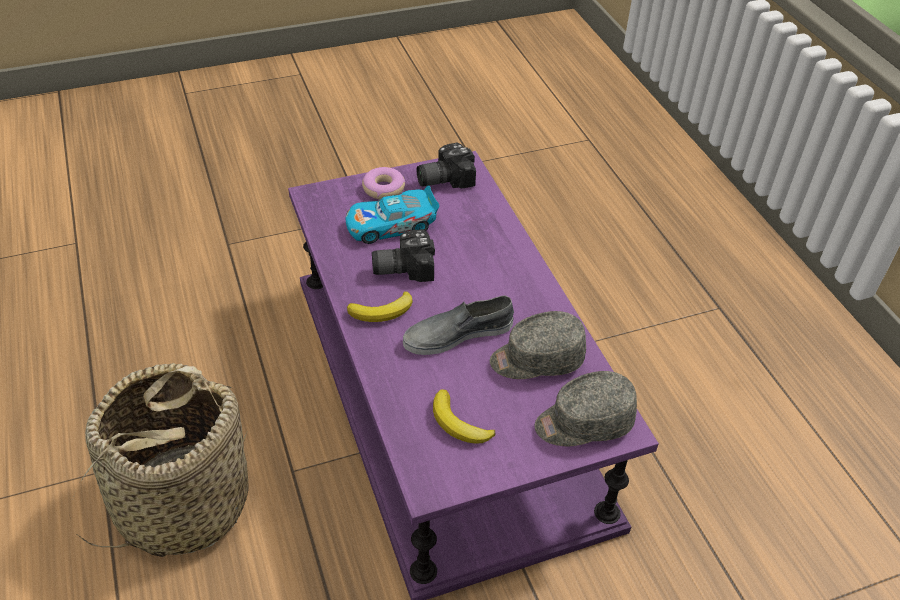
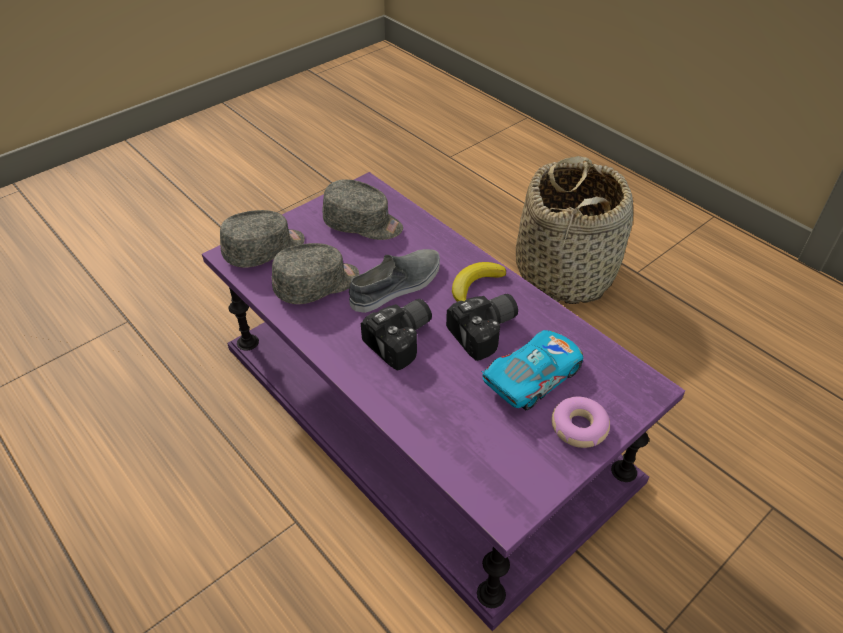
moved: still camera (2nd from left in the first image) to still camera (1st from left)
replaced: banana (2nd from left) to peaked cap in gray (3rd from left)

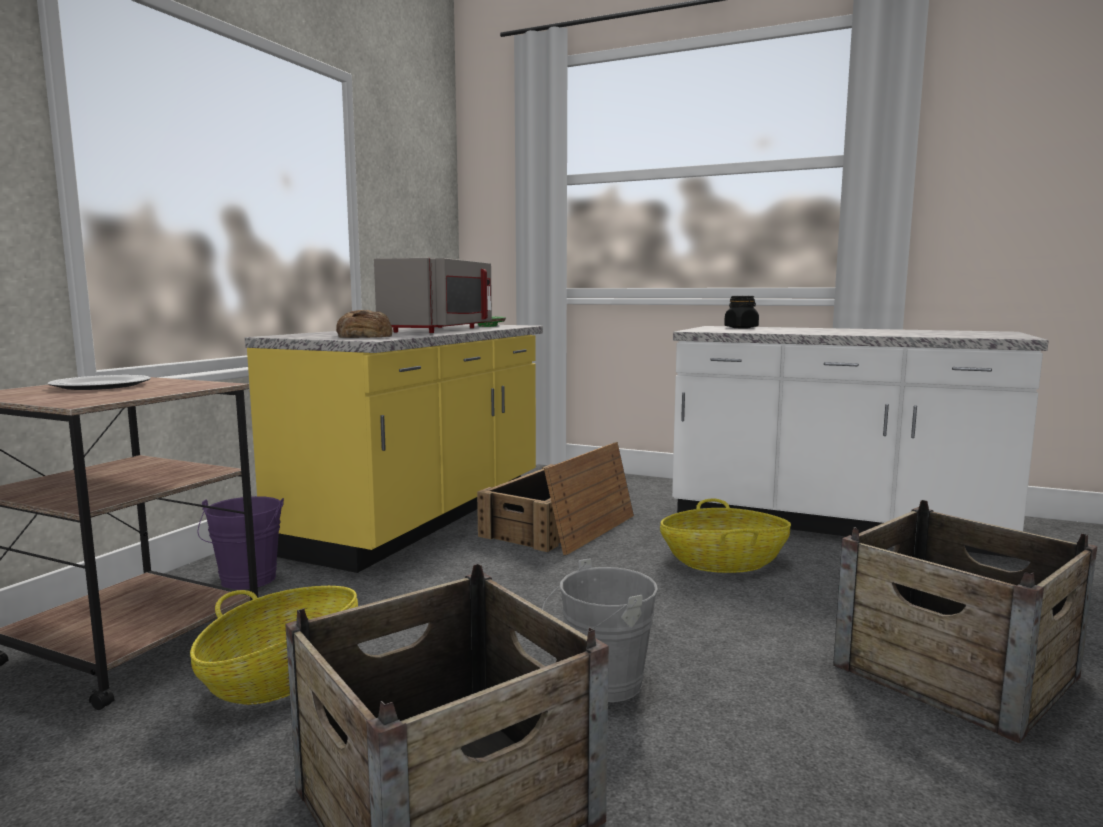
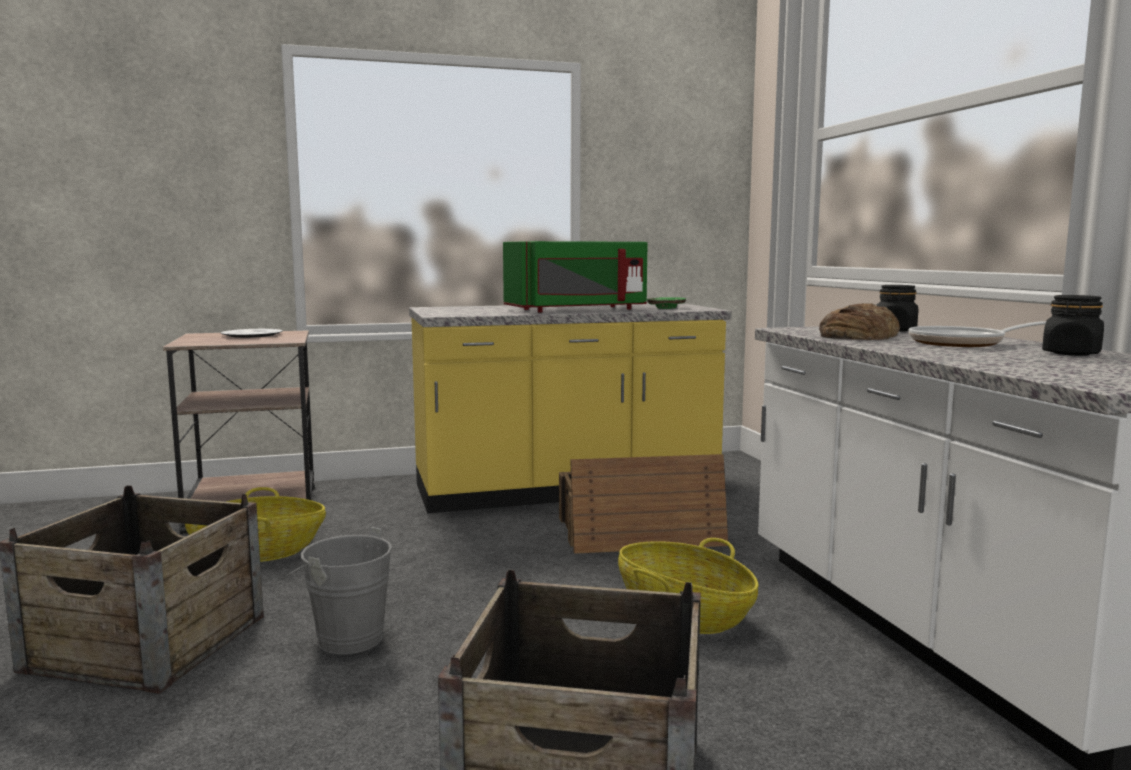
removed: bucket in purple
added: skillet; storage jar in black (2nd from left)
moved: baked bread
recoloured: microwave oven in gray to microwave oven in greenish

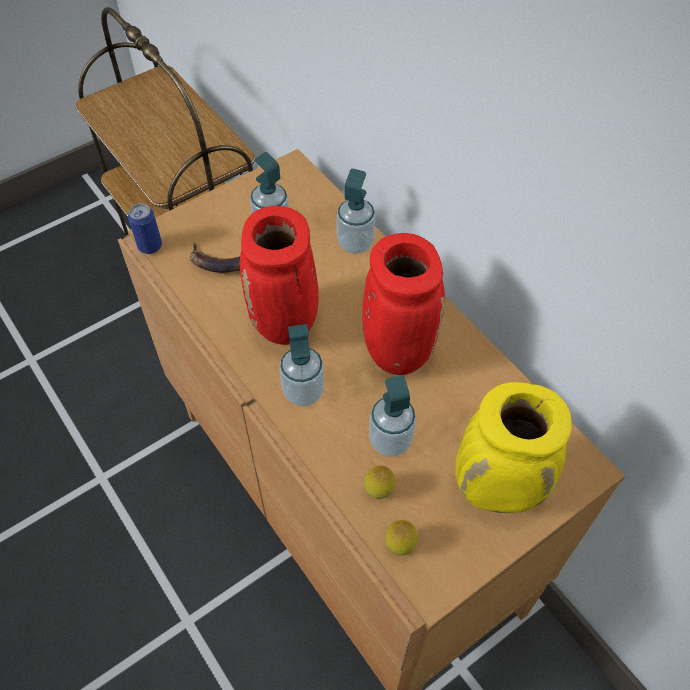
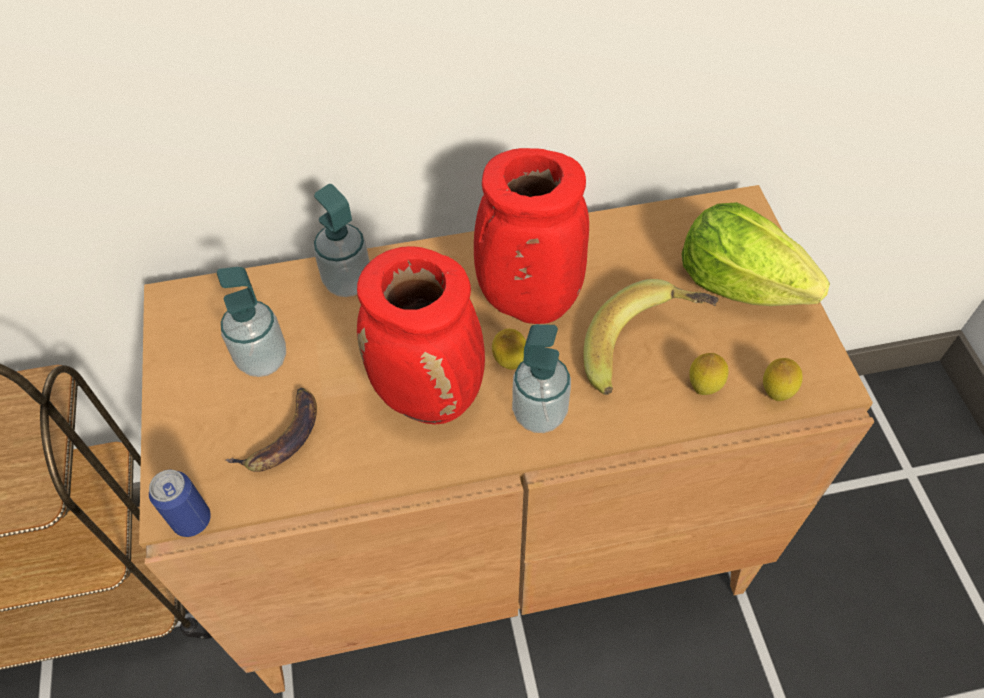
added: citrus fruit (1st from left)
replaced: soap dispenser (4th from left) to banana (2nd from left); decorative vase in yellow-coloured to head of lettuce

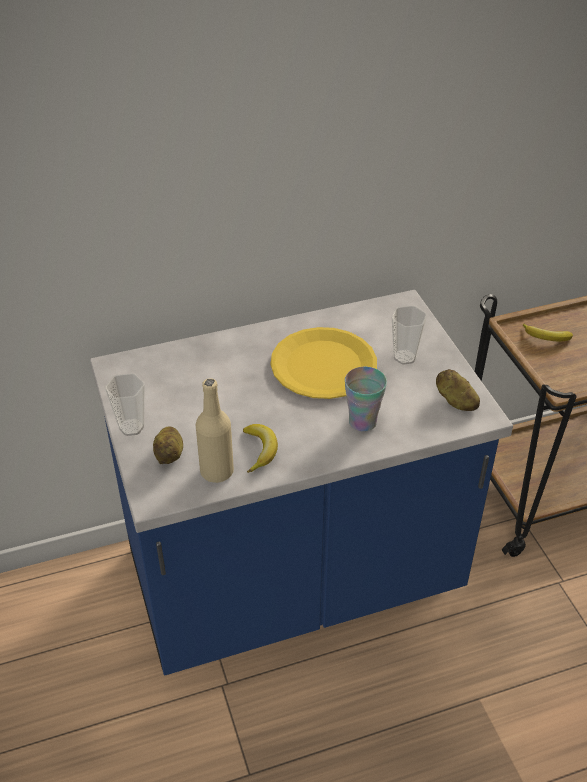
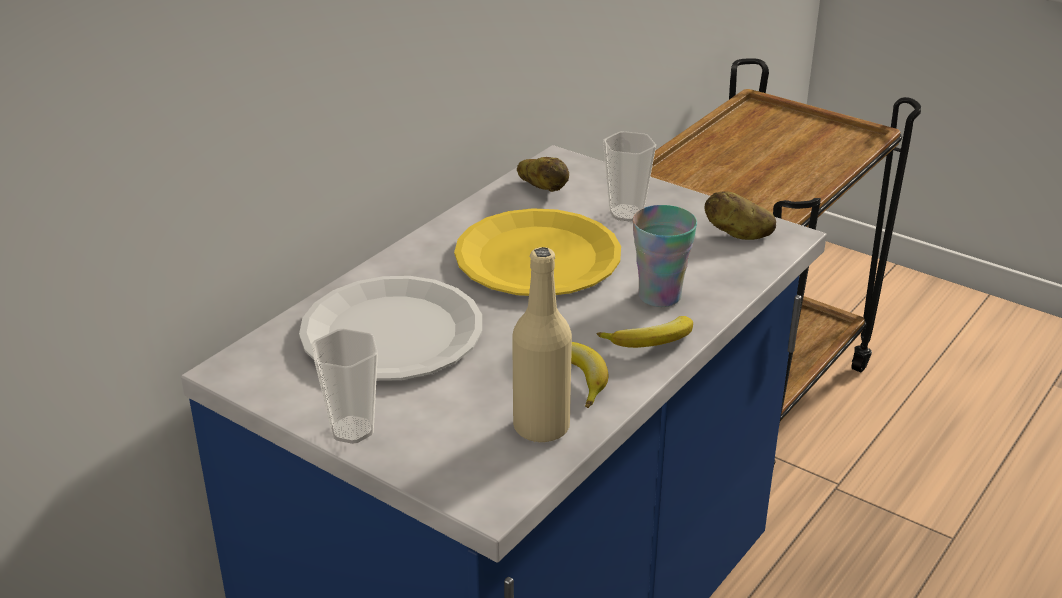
added: dinner plate in whitish
moved: spud (1st from left); banana (2nd from left)

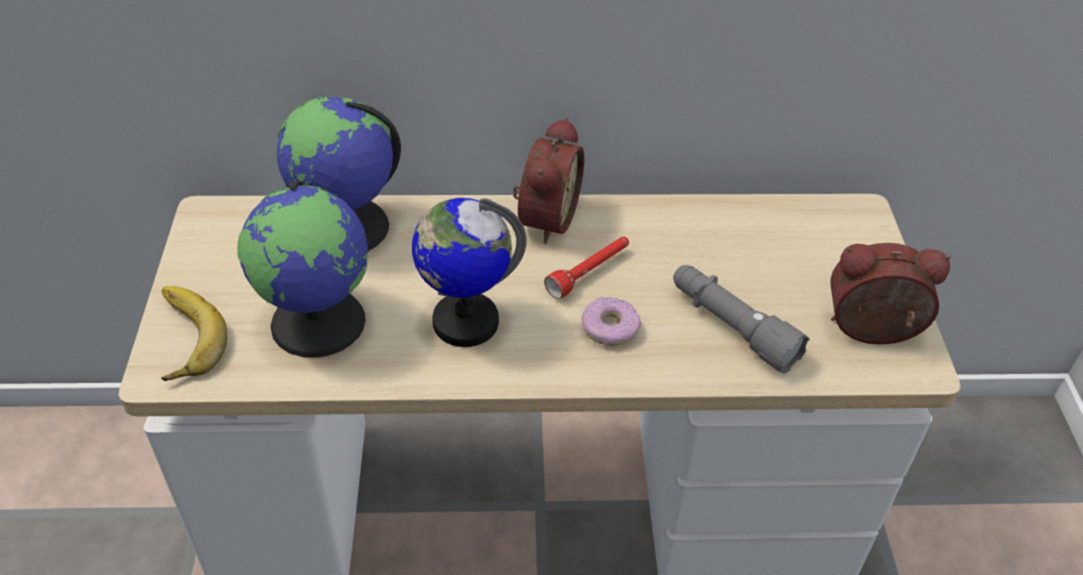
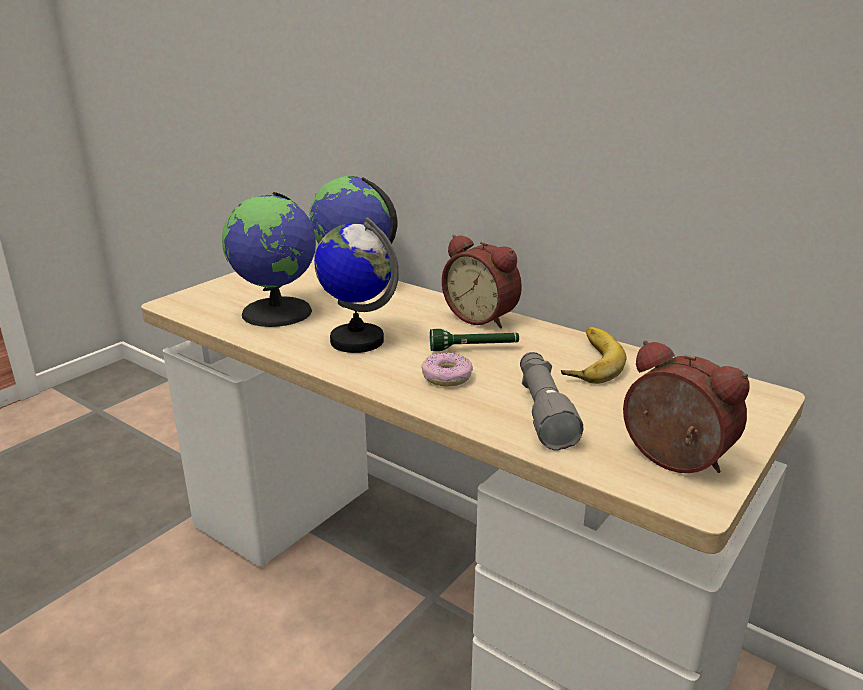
moved: banana
recoloured: torch in red-coloured to torch in greenish
turned: table clock (1st from left) 75 degrees clockwise

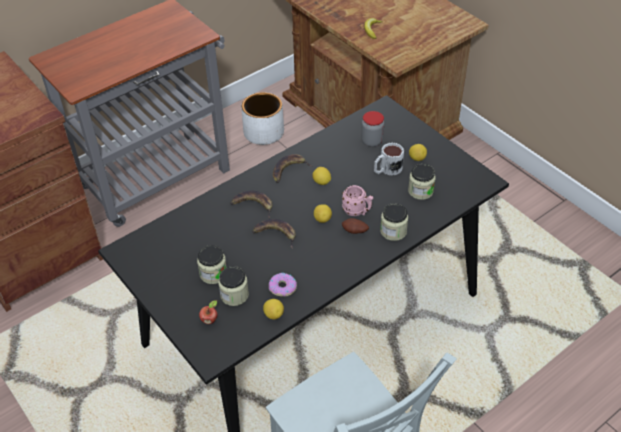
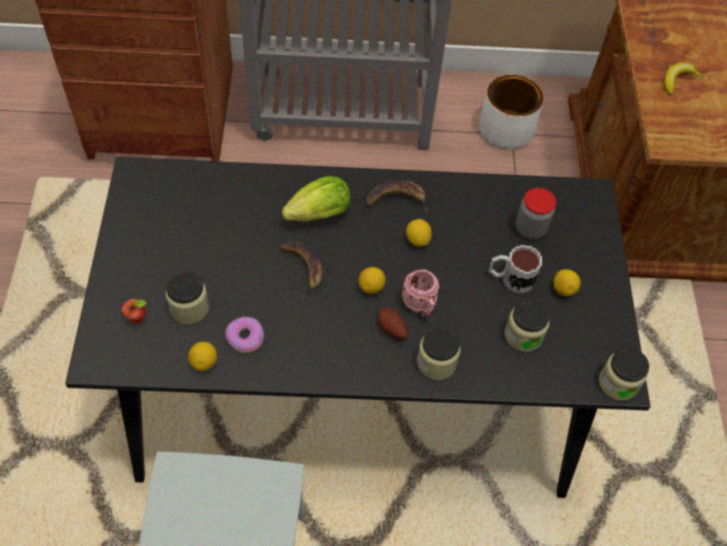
moved: storage jar (1st from left in the first image) to storage jar (5th from left)
replaced: banana (1st from left) to head of lettuce

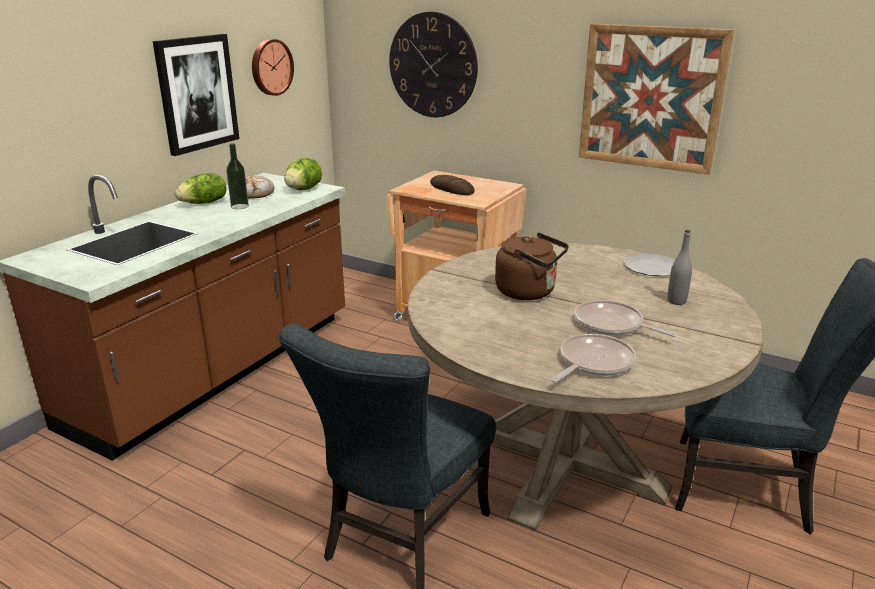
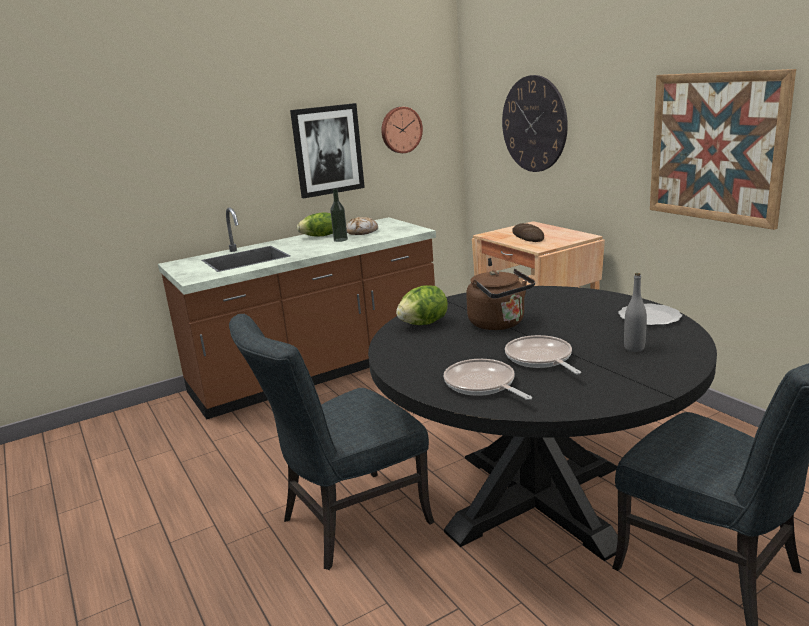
moved: head of lettuce (2nd from left)
recoloured: dinner table in sand-coloured to dinner table in black
turned: skillet (1st from left) 105 degrees counterclockwise

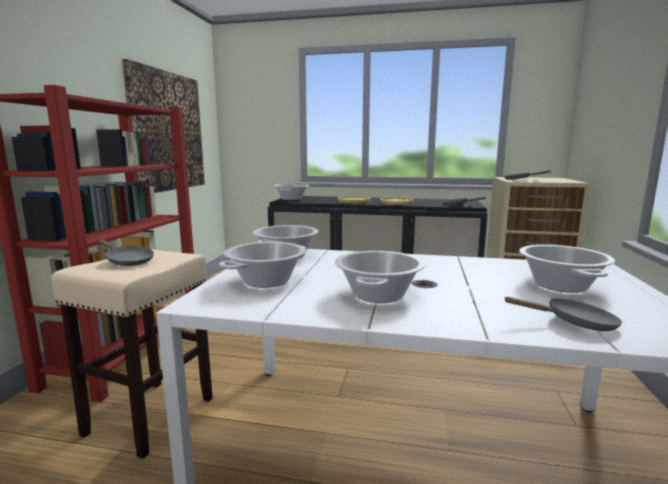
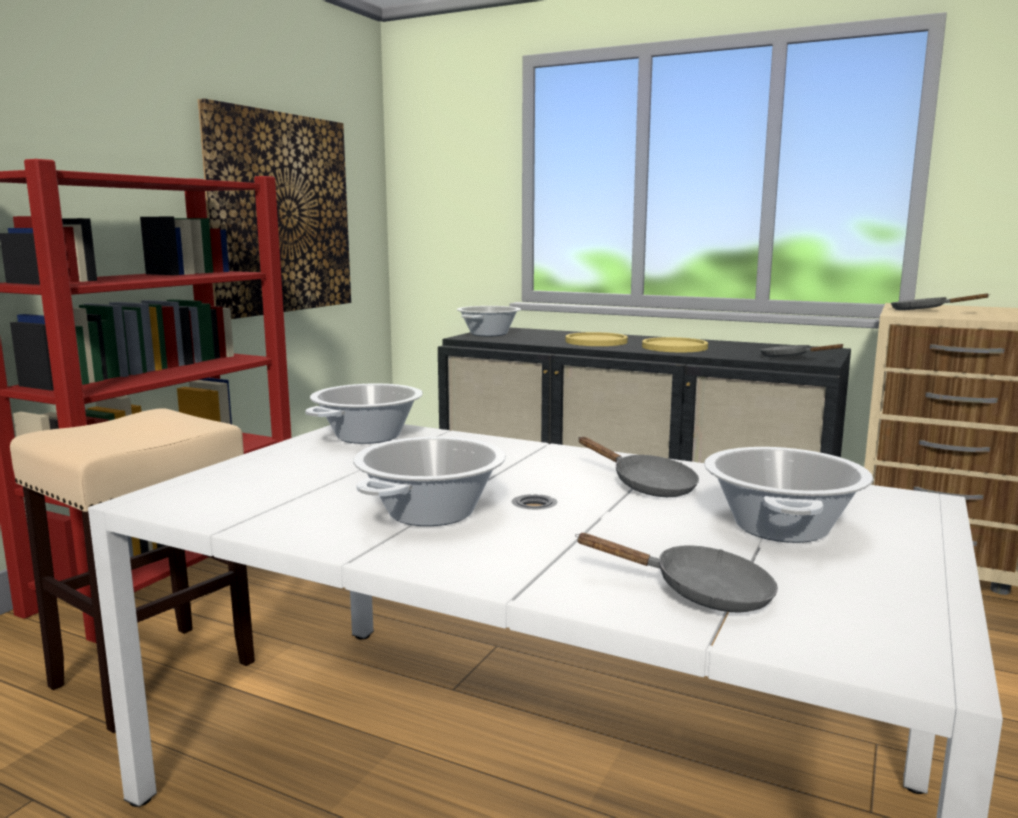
removed: cooking pot (1st from left)
moved: skillet in gray (1st from left)

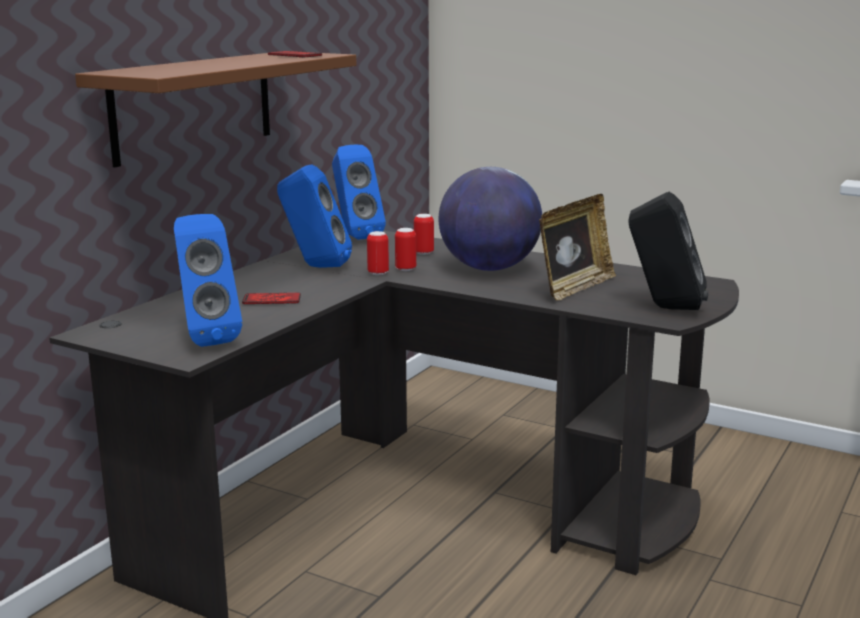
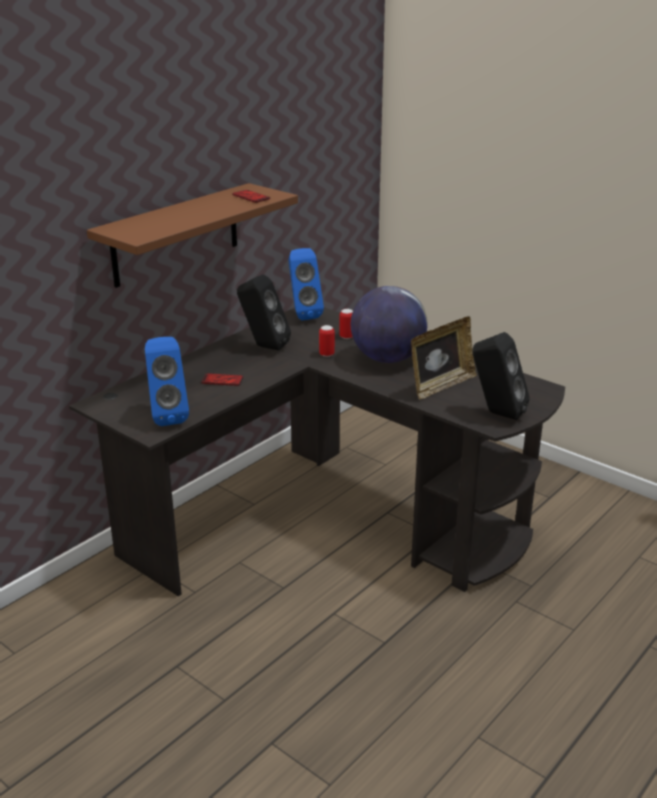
removed: can (1st from left)
recoloured: loudspeaker in blue-coloured (2nd from left) to loudspeaker in black (1st from left)

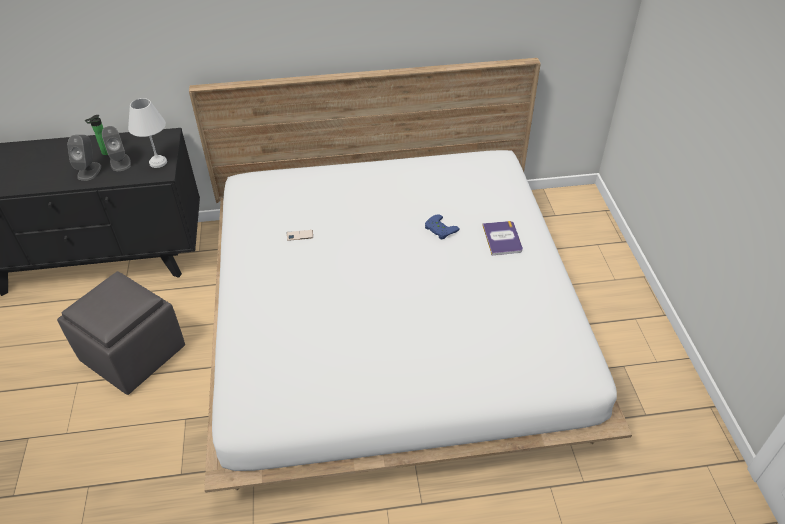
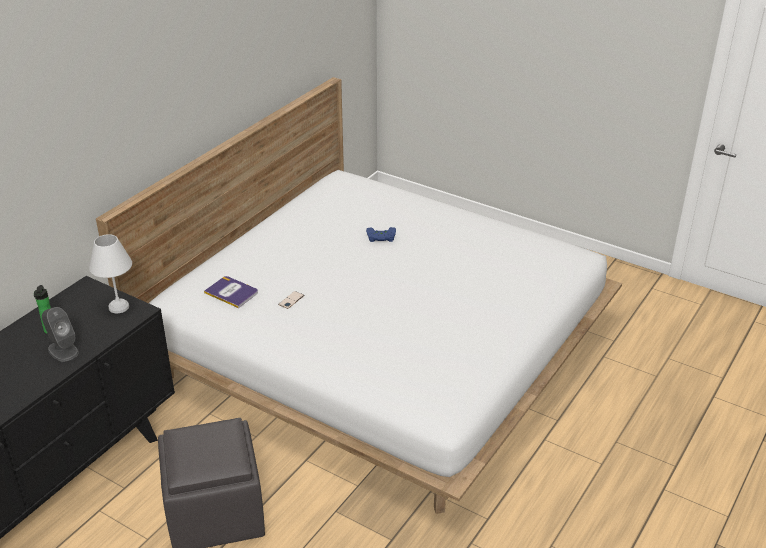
removed: loudspeaker in gray (2nd from left)
moved: volume

